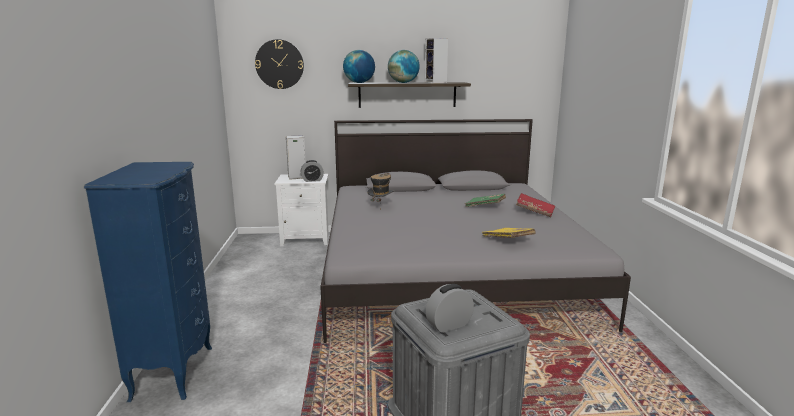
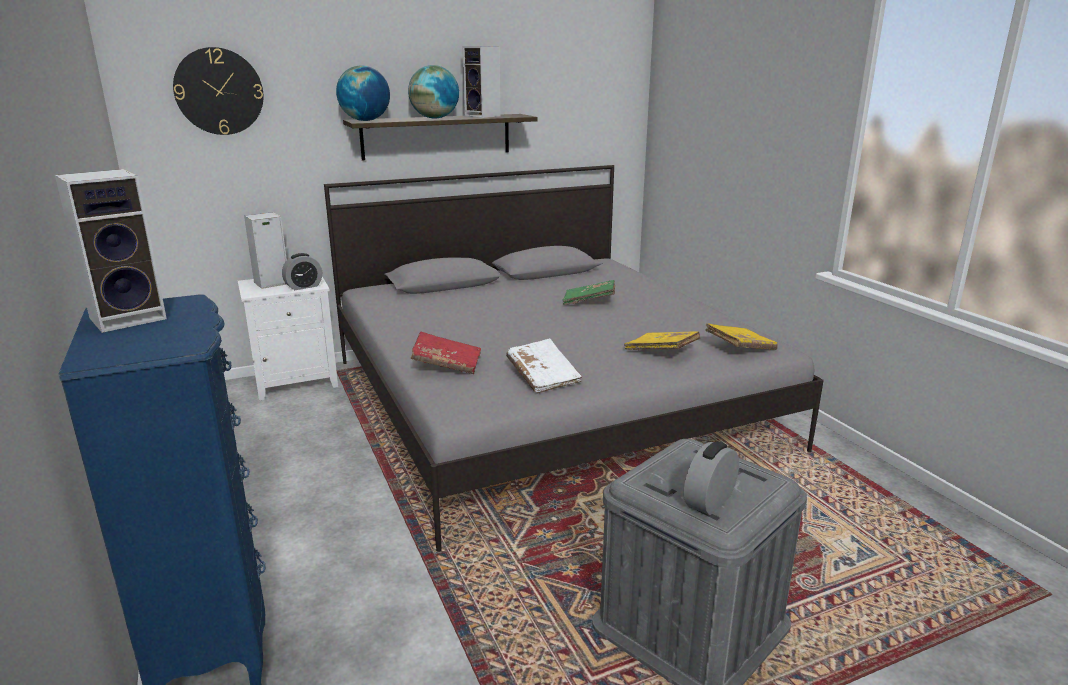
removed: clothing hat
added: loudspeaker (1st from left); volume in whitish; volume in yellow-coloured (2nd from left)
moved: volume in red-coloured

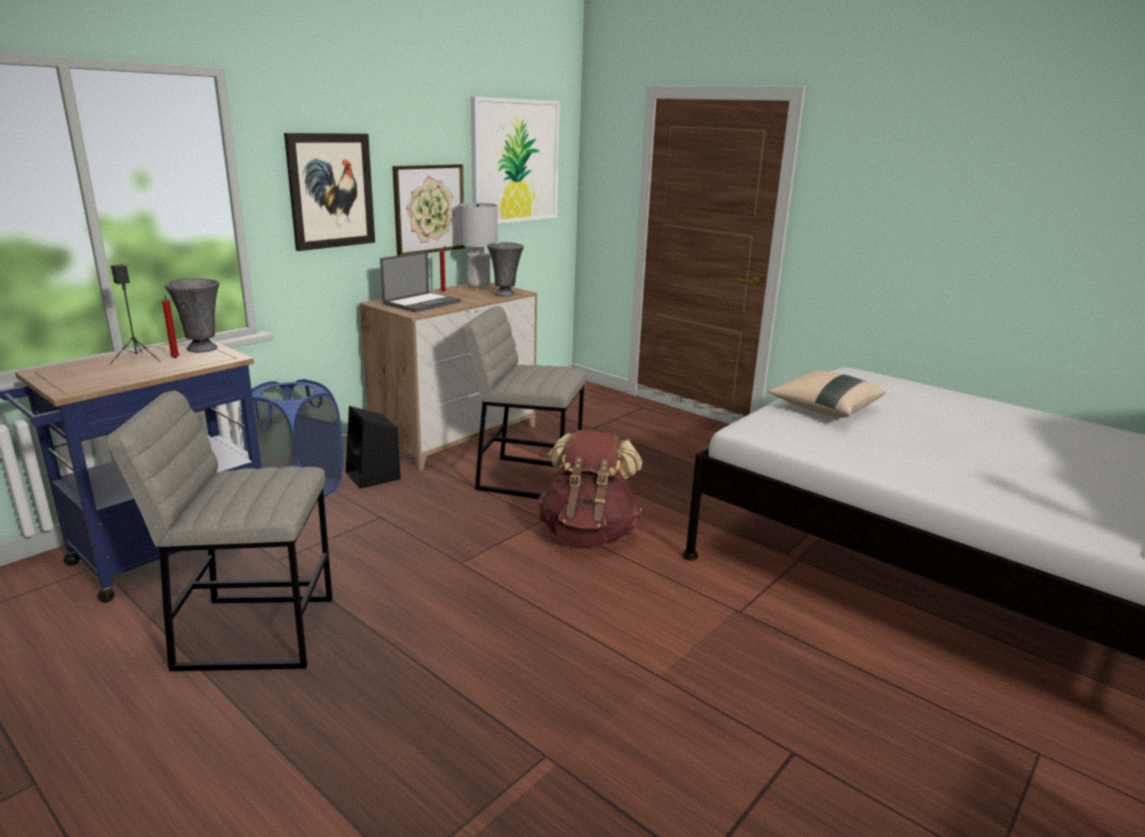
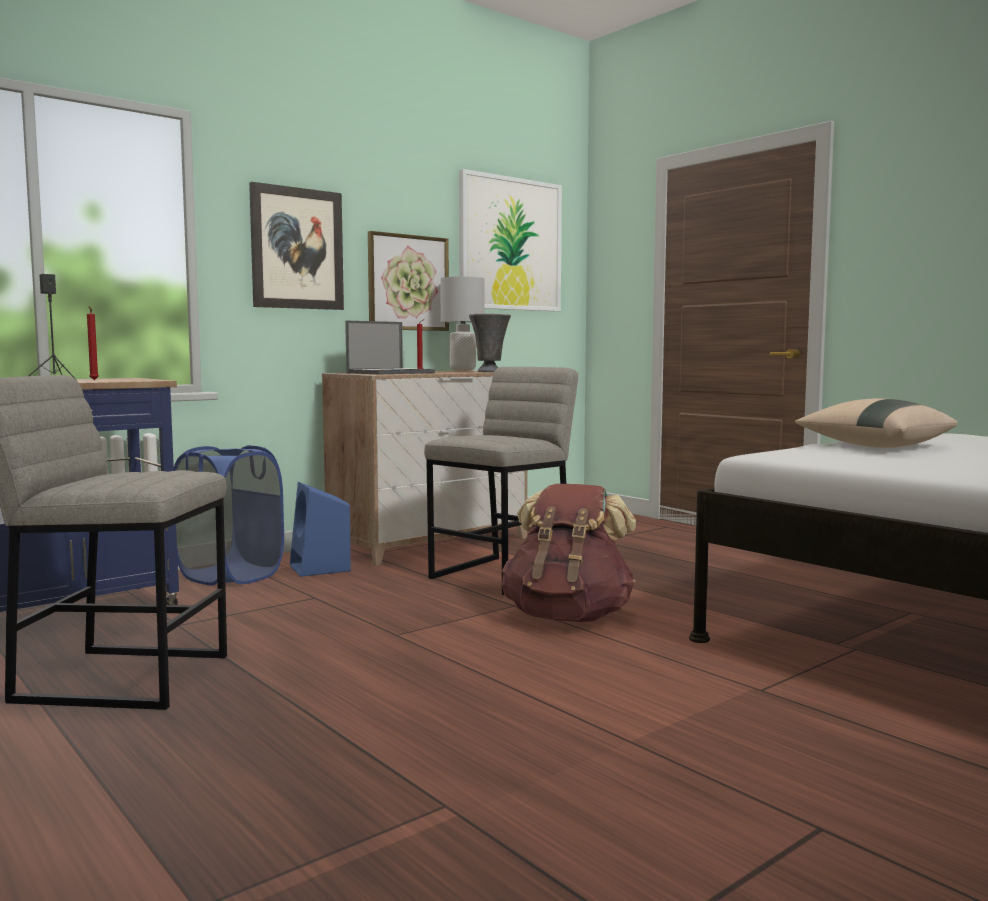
removed: decorative vase in gray (1st from left)
recoloured: loudspeaker in black (2nd from left) to loudspeaker in blue-coloured
turned: chair in gray (2nd from left) 105 degrees clockwise

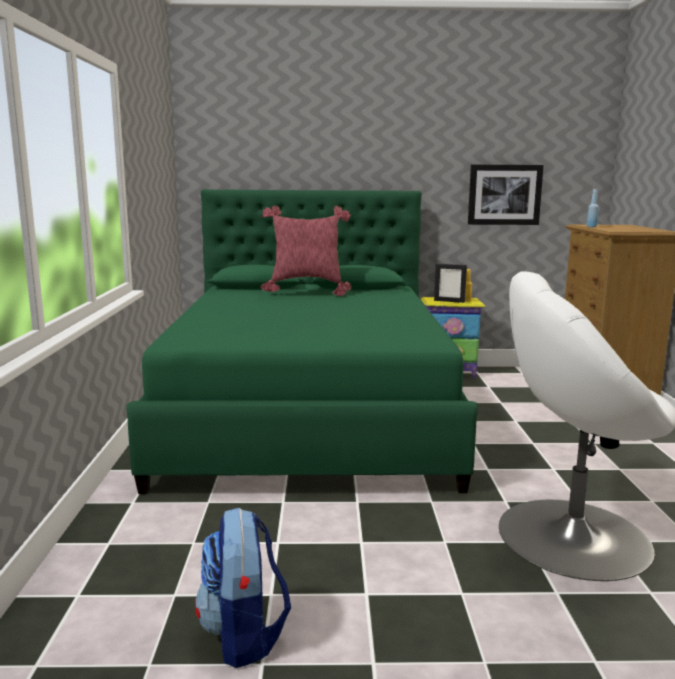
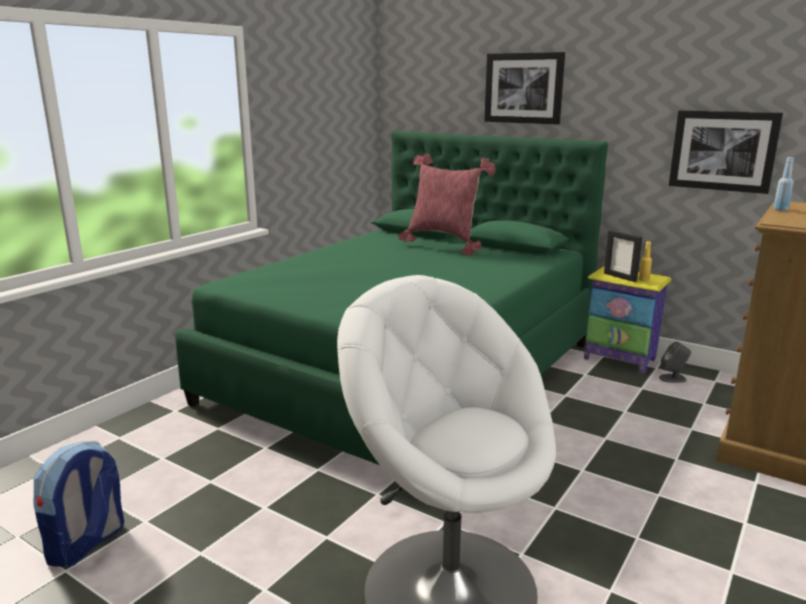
added: wall picture (1st from left); loudspeaker in gray

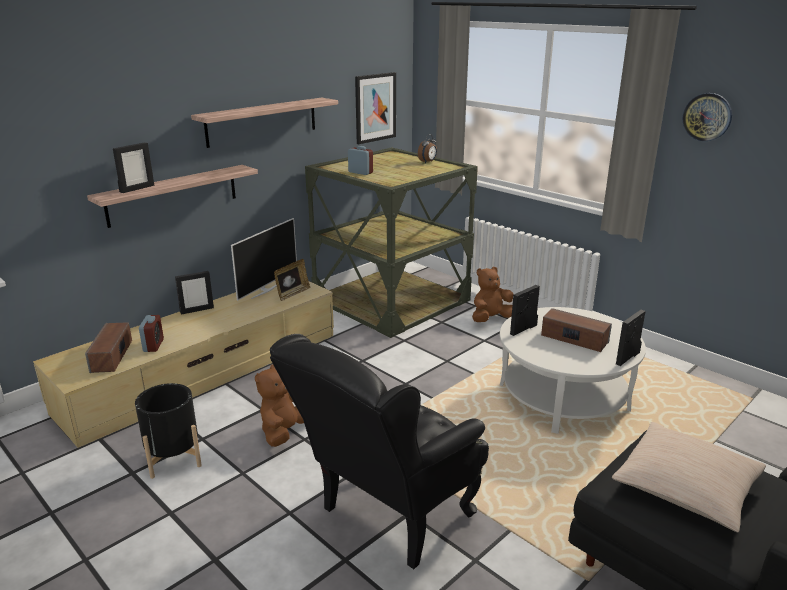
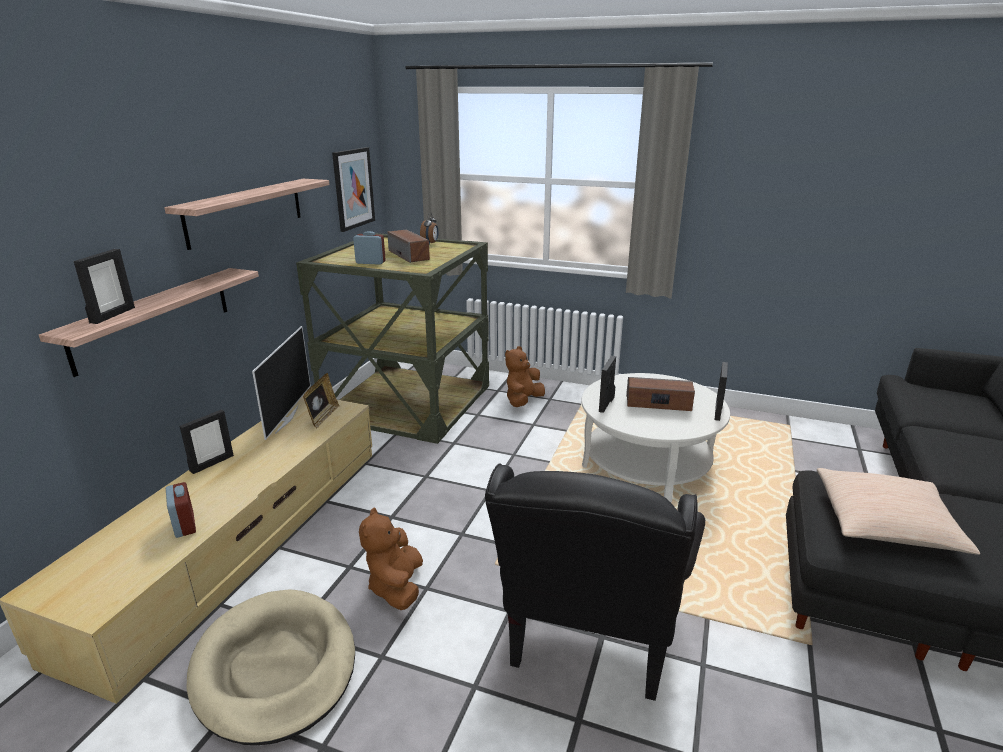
removed: hanging clock
moved: loudspeaker (1st from left)
replaced: flower pot in black to pet bed in sand-coloured

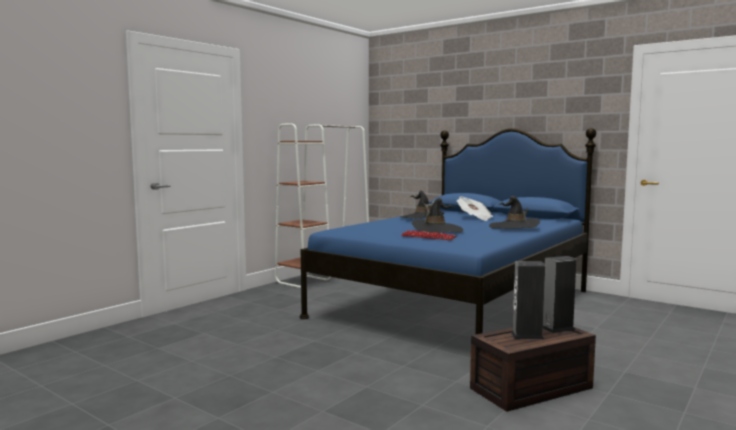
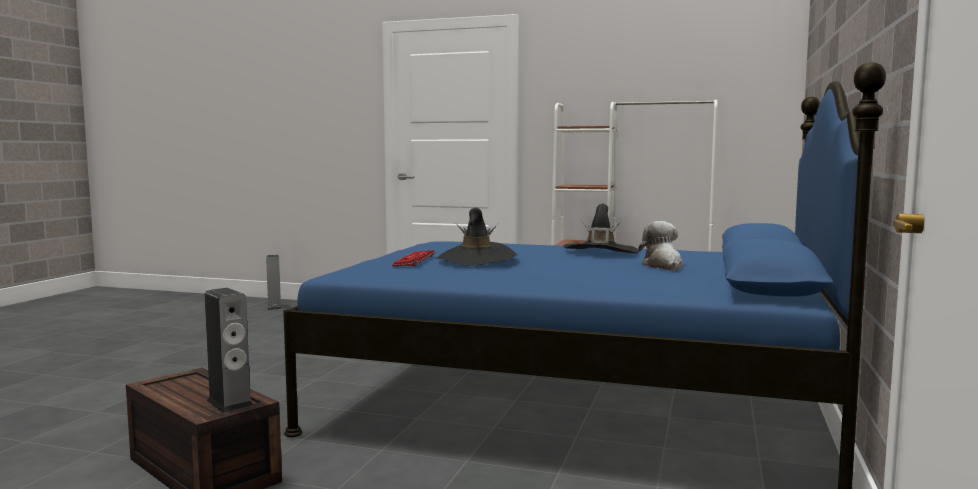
removed: clothing hat in black (3rd from left)
moved: loudspeaker (1st from left in the first image) to loudspeaker (2nd from left)
replaced: newspaper to cuddly toy

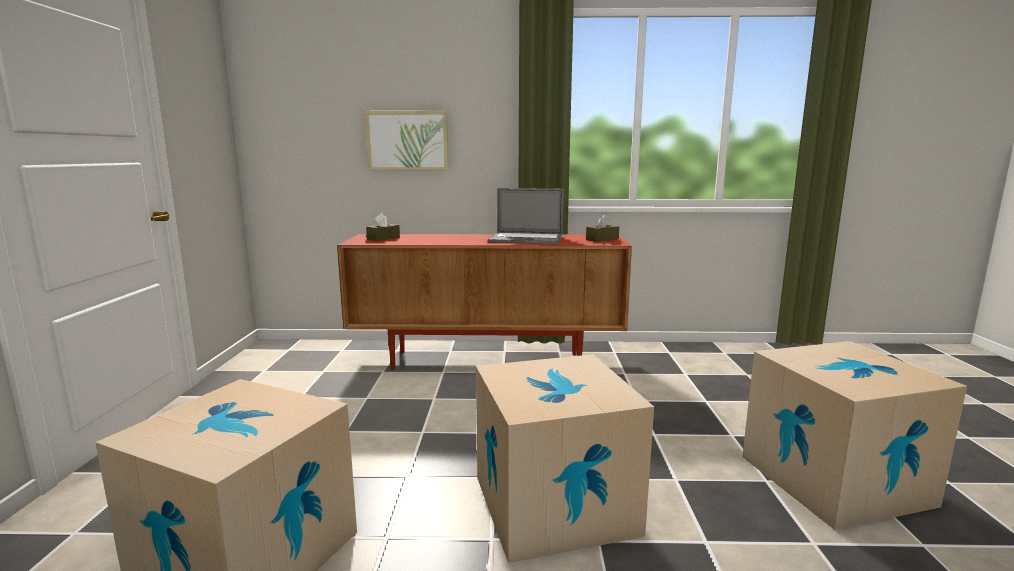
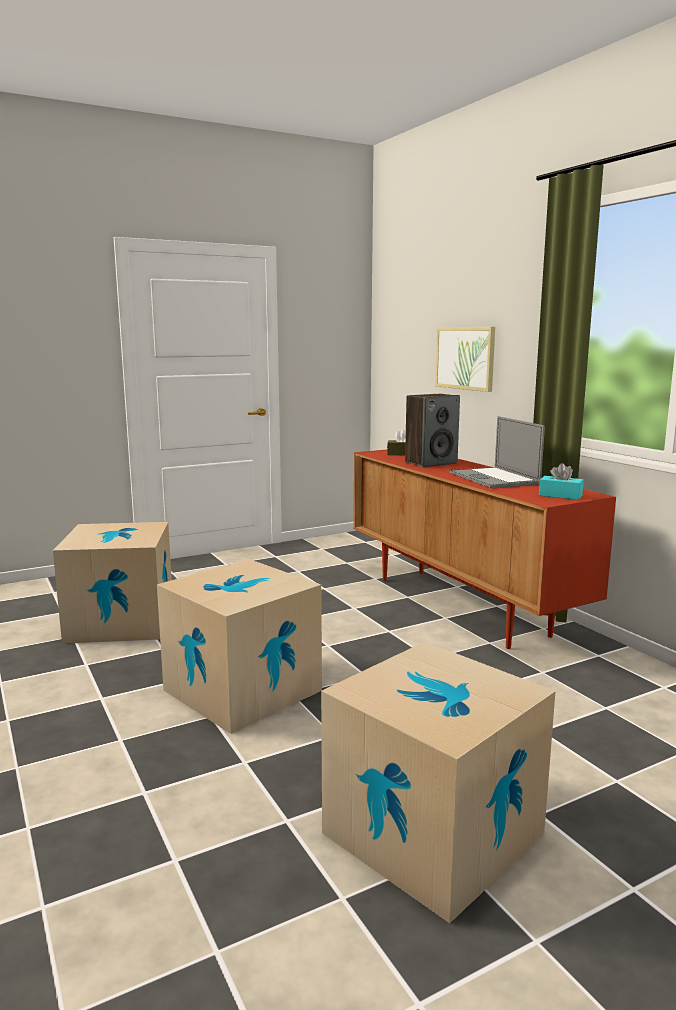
added: loudspeaker
recoloured: tissue box in brown (2nd from left) to tissue box in blue-green

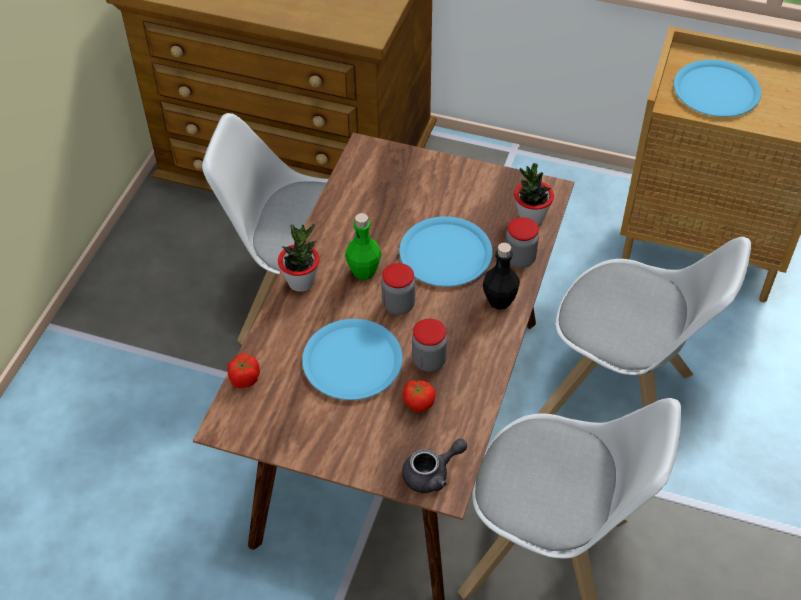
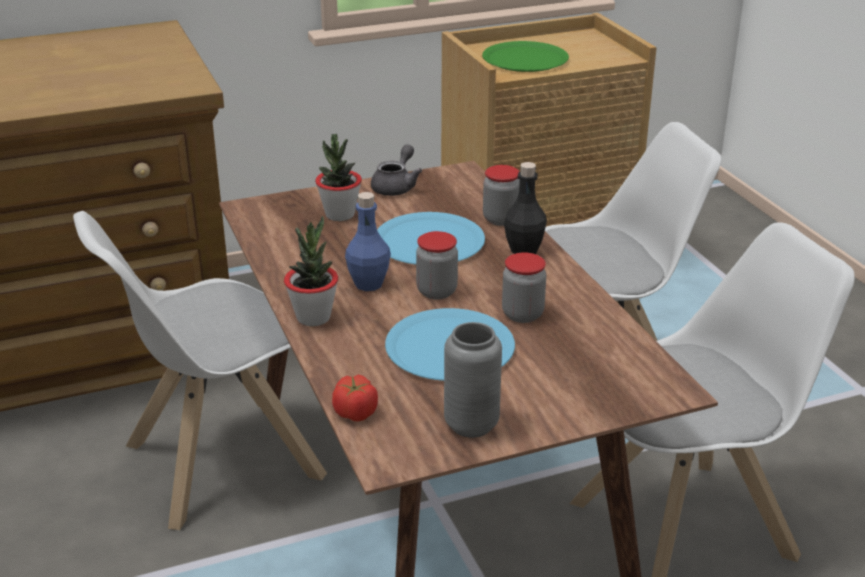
removed: tomato (2nd from left)
added: decorative vase in gray
moved: tea pot in gray; houseplant (2nd from left)
recoloured: bottle in greenish to bottle in blue-coloured; dinner plate in blue-coloured (3rd from left) to dinner plate in greenish

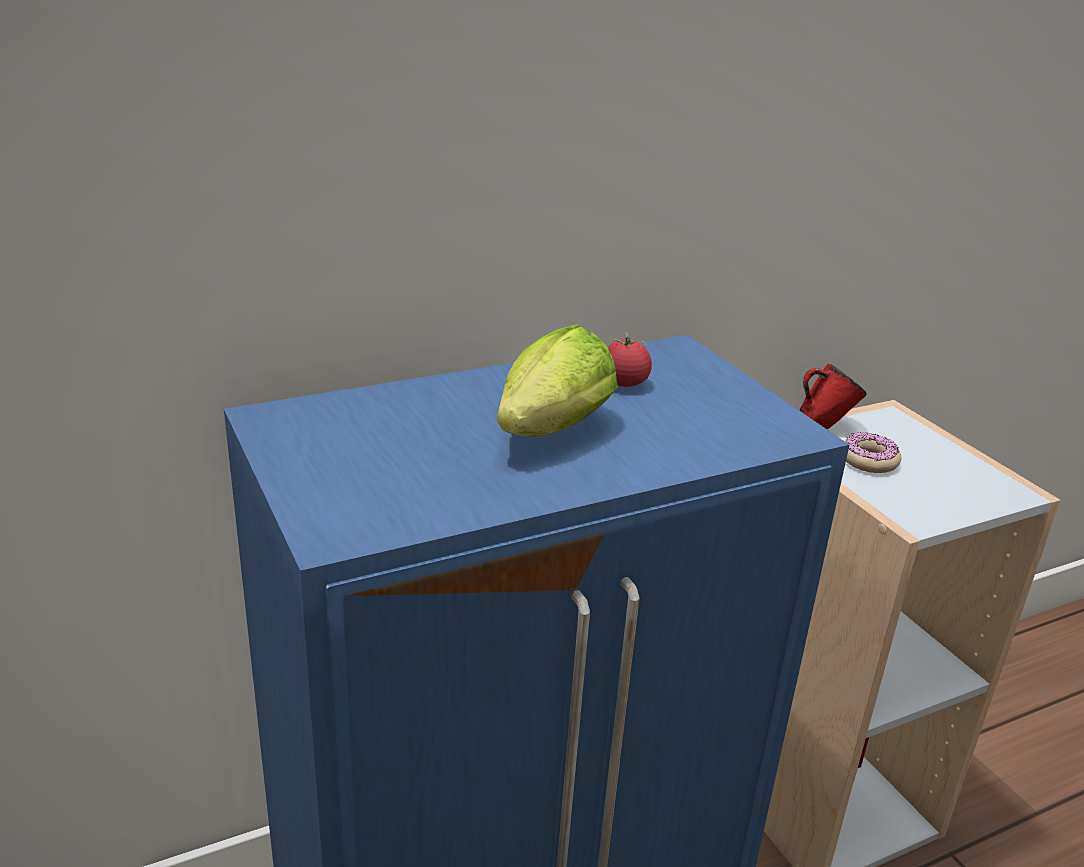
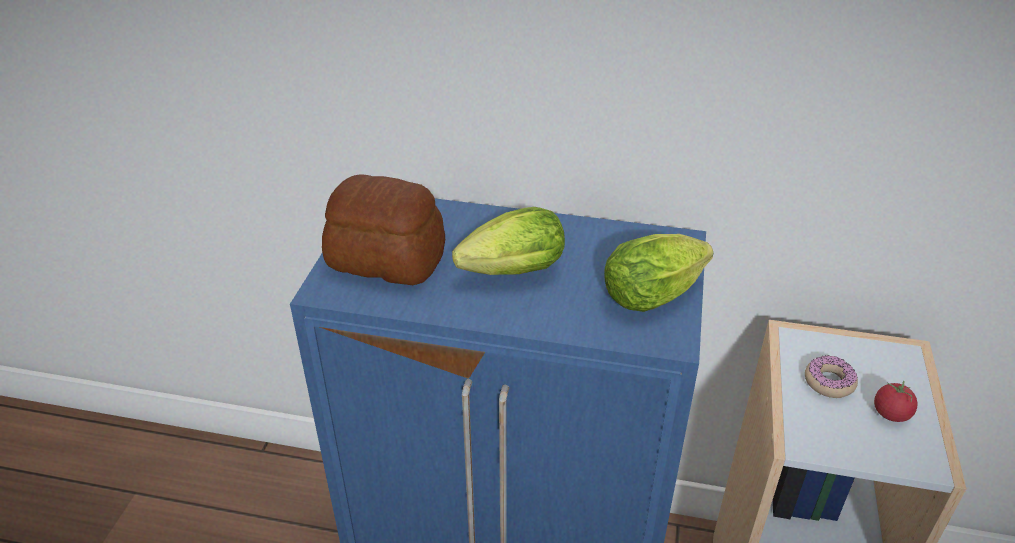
removed: tea mug in red-coloured
added: baked bread; head of lettuce (2nd from left)
moved: tomato

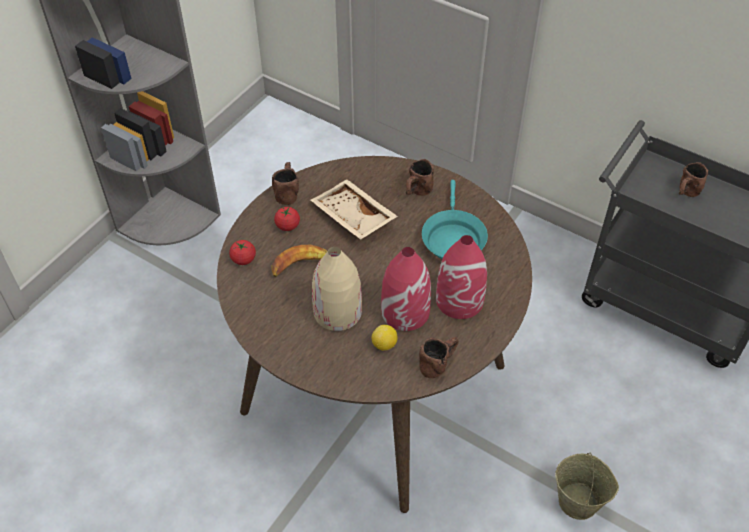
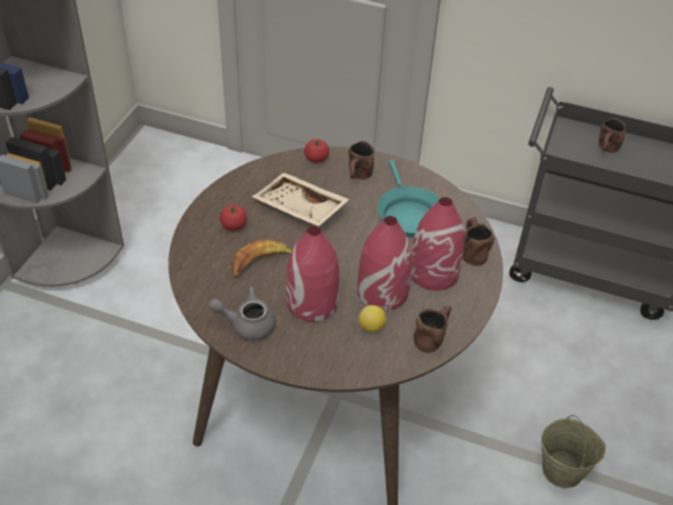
added: tea pot in gray
moved: tomato (1st from left in the first image) to tomato (2nd from left); tea mug in brown (1st from left in the first image) to tea mug in brown (3rd from left)
recoloured: decorative vase in sand-coloured to decorative vase in red-coloured (1st from left)

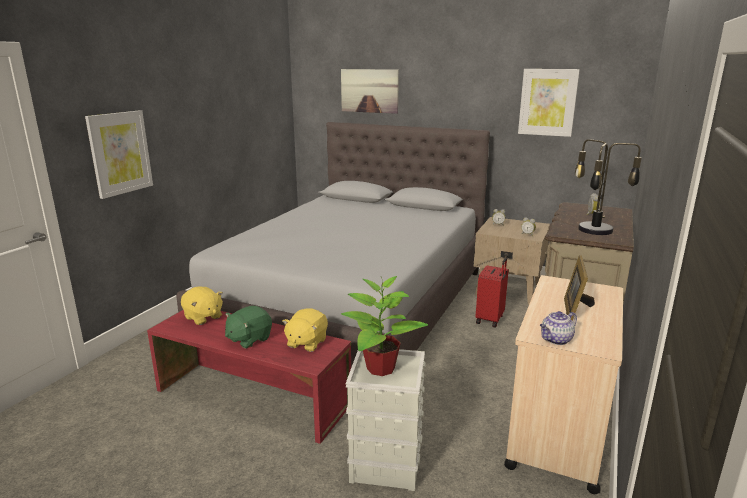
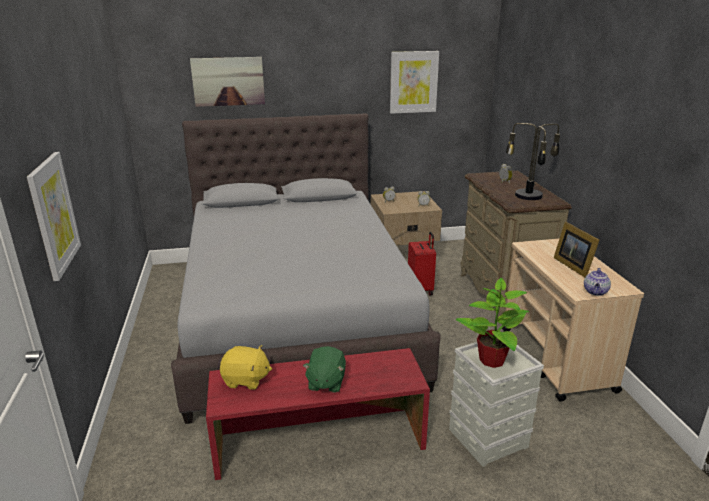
removed: cuddly toy in yellow-coloured (2nd from left)

